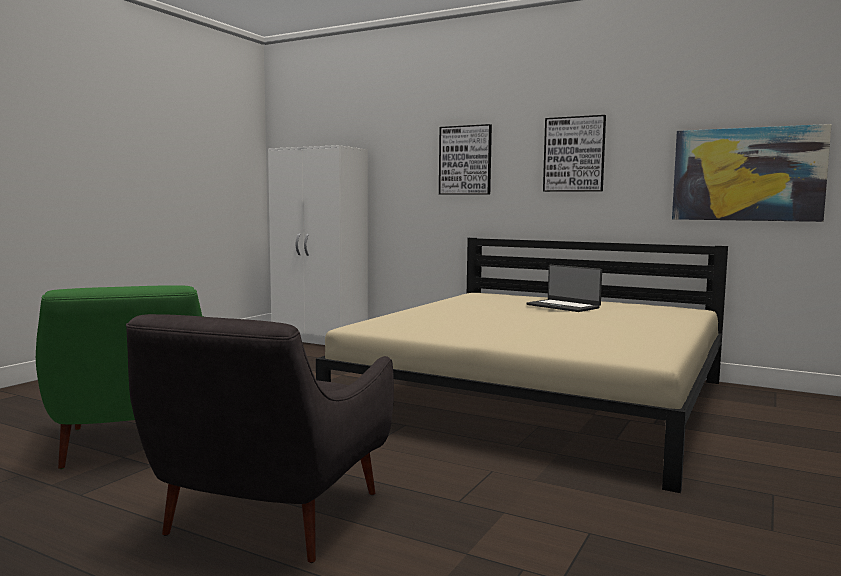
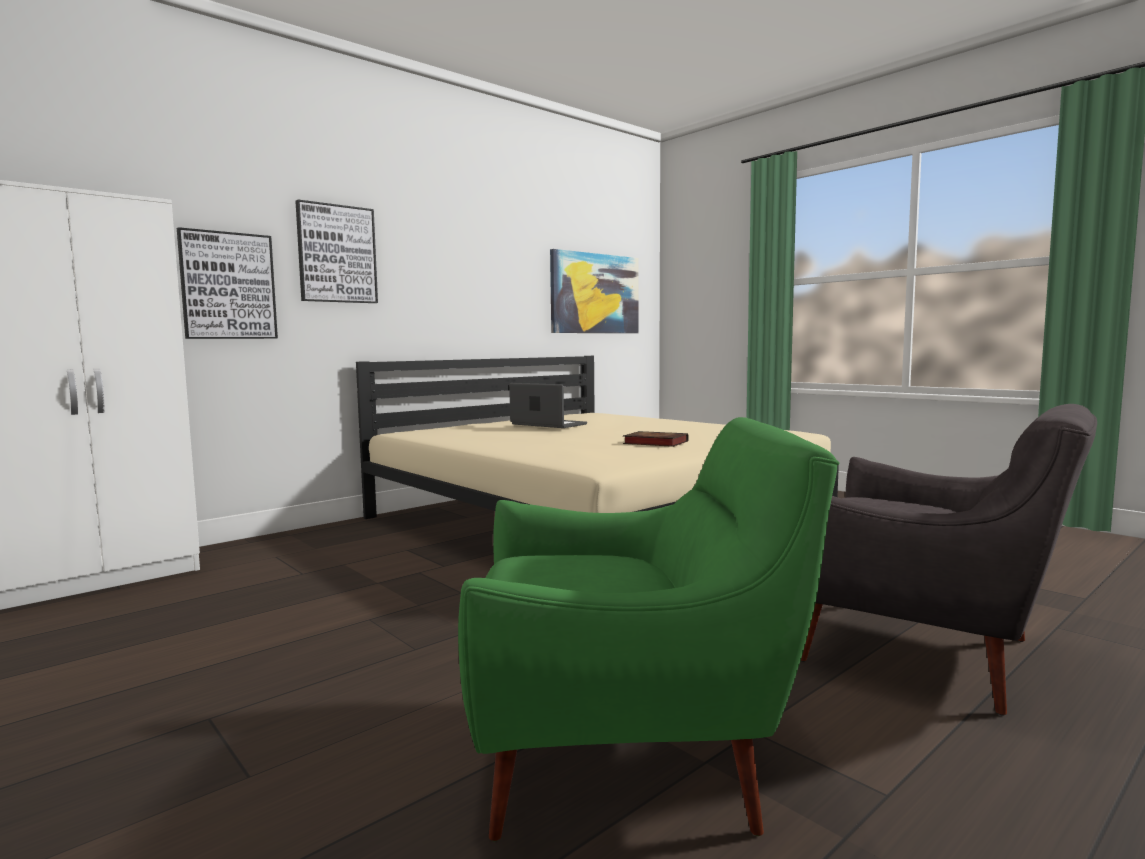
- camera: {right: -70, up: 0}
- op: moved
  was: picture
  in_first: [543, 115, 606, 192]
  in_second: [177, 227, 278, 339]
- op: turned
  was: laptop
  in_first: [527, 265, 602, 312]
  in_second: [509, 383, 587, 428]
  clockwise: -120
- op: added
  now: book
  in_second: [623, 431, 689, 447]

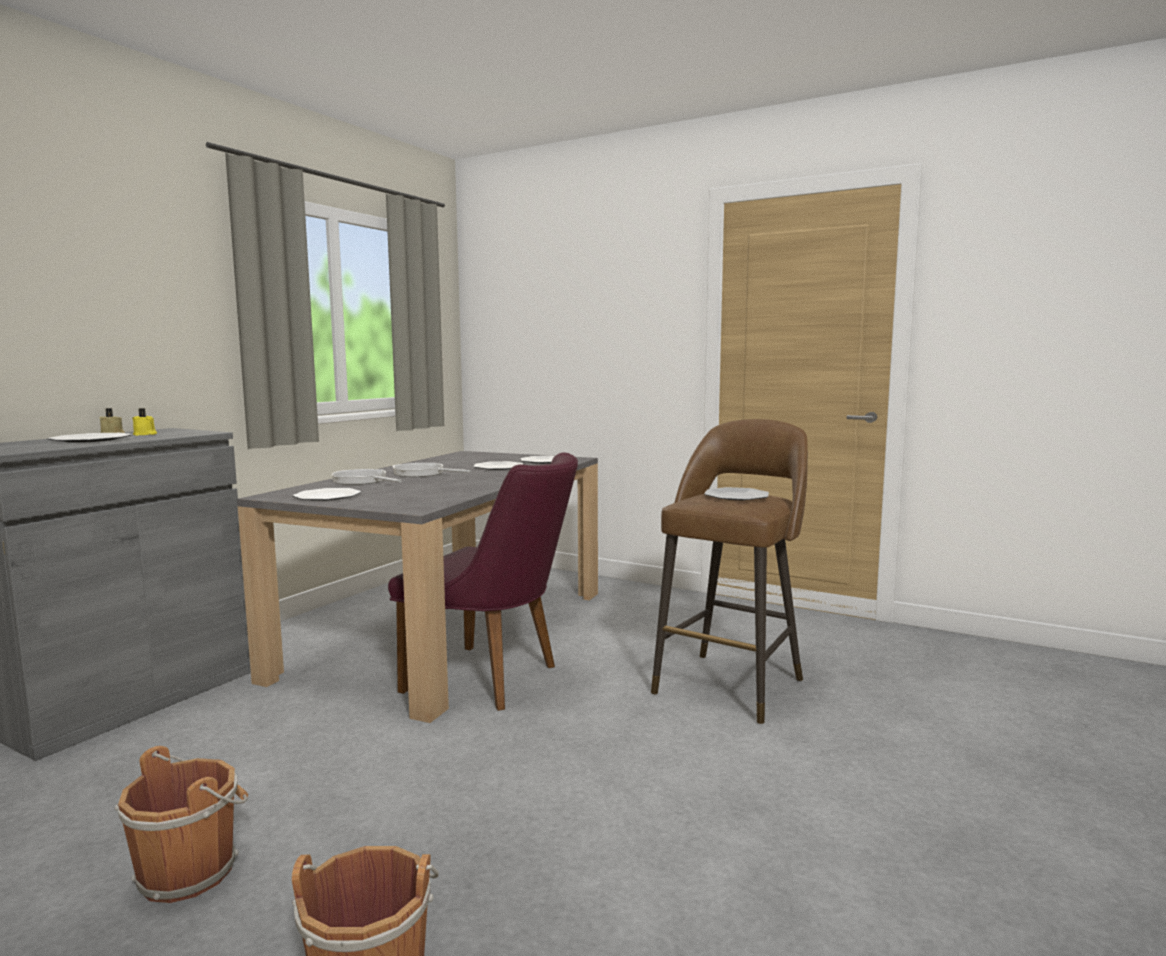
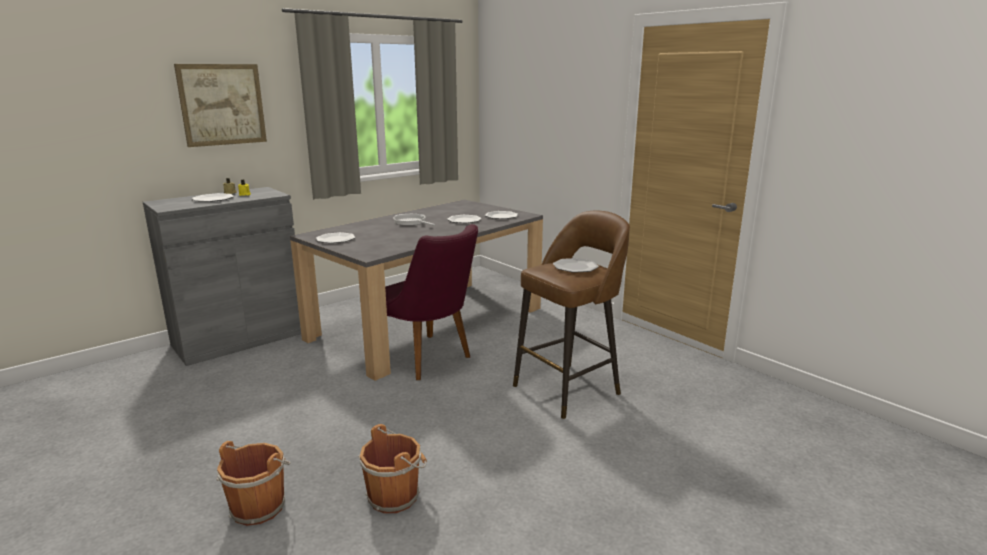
- camera: {right: 20, up: 10}
- op: added
  now: picture
  in_second: [174, 64, 267, 147]
- op: moved
  was: bucket (brown)
  in_first: [115, 746, 248, 903]
  in_second: [358, 424, 427, 514]
- op: removed
  was: frying pan
  in_first: [332, 469, 401, 485]

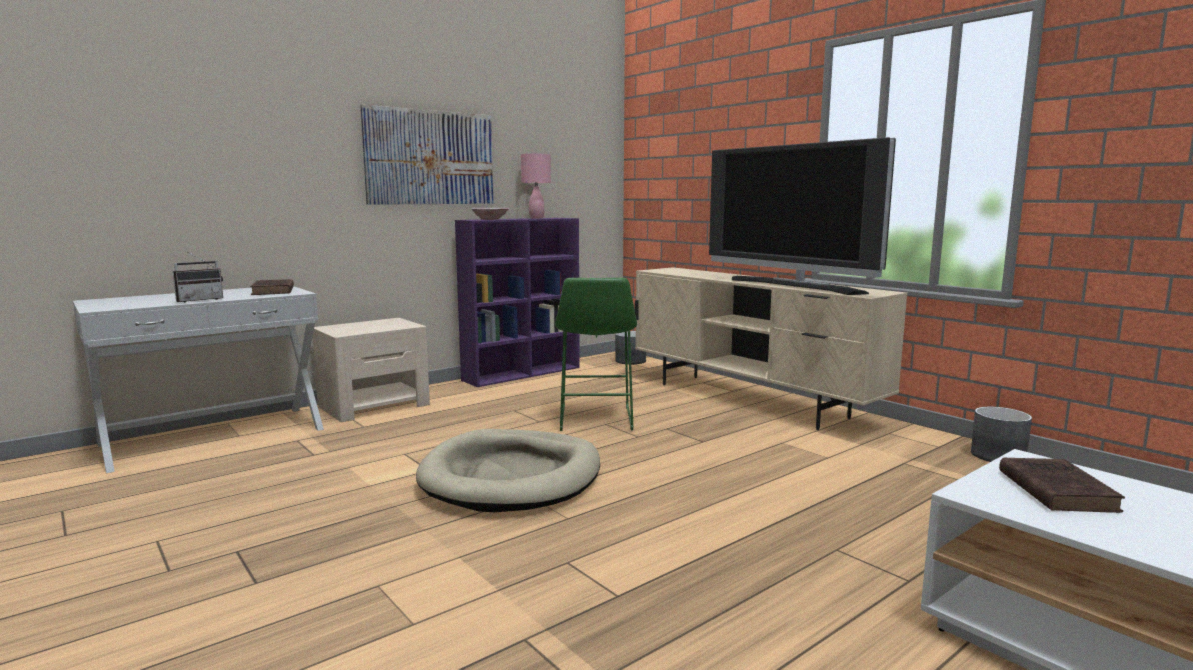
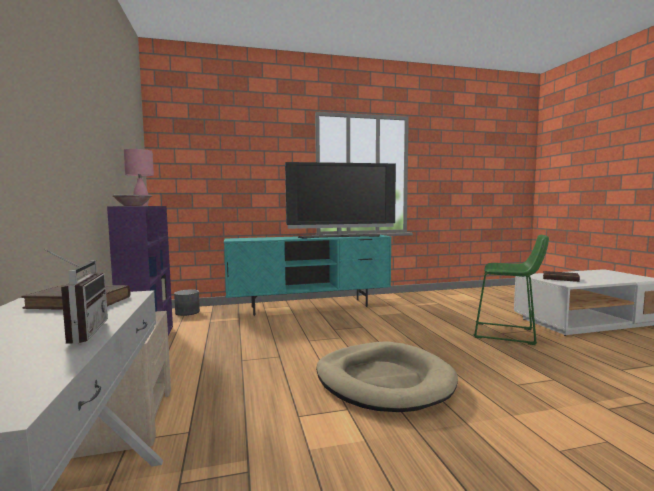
- camera: {right: -65, up: -5}
- op: recoloured
  was: tv stand (beige)
  now: tv stand (turquoise)
  in_first: [635, 267, 908, 430]
  in_second: [224, 235, 392, 316]
- op: moved
  was: stool (green)
  in_first: [555, 278, 637, 431]
  in_second: [474, 235, 549, 345]
- op: removed
  was: picture
  in_first: [360, 105, 493, 205]
- op: removed
  was: planter (grey)
  in_first: [971, 407, 1032, 462]

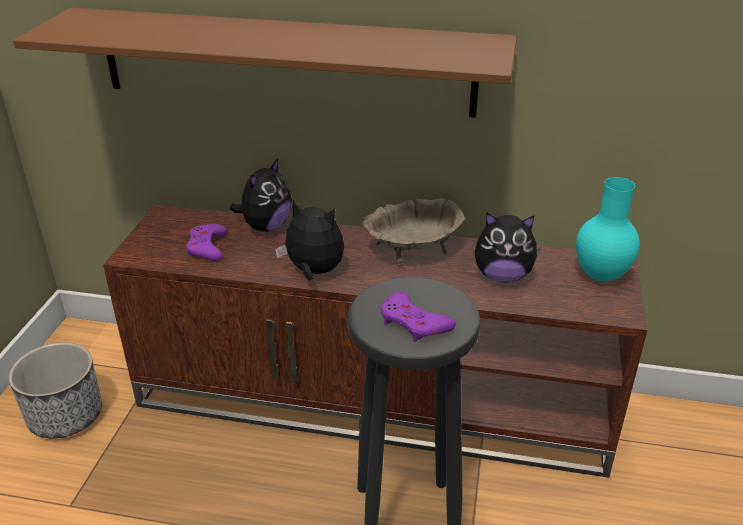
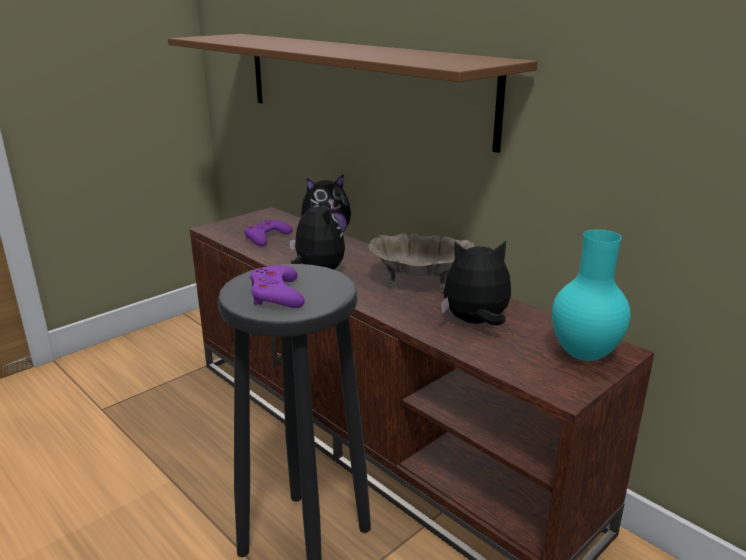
- camera: {right: 35, up: -10}
- op: turned
  was: plush toy
  in_first: [475, 213, 541, 283]
  in_second: [441, 241, 511, 326]
  clockwise: 135
- op: removed
  was: planter
  in_first: [8, 342, 102, 439]

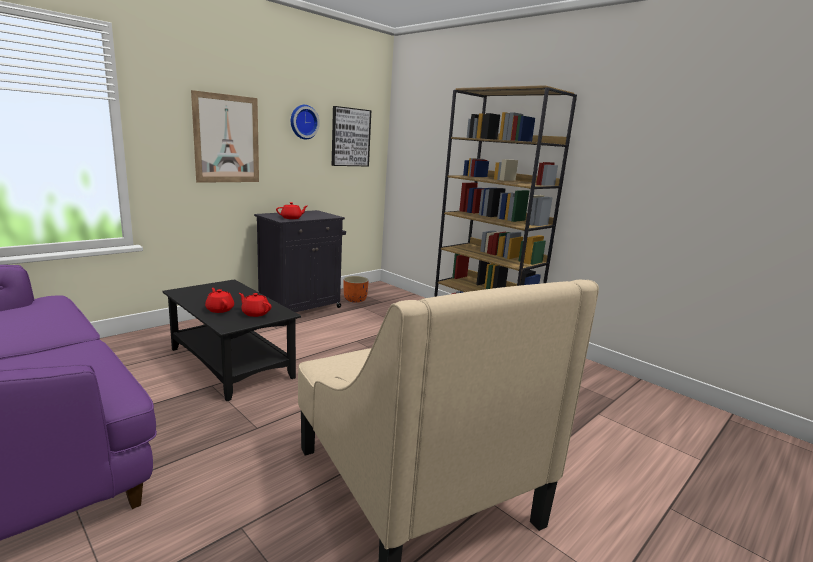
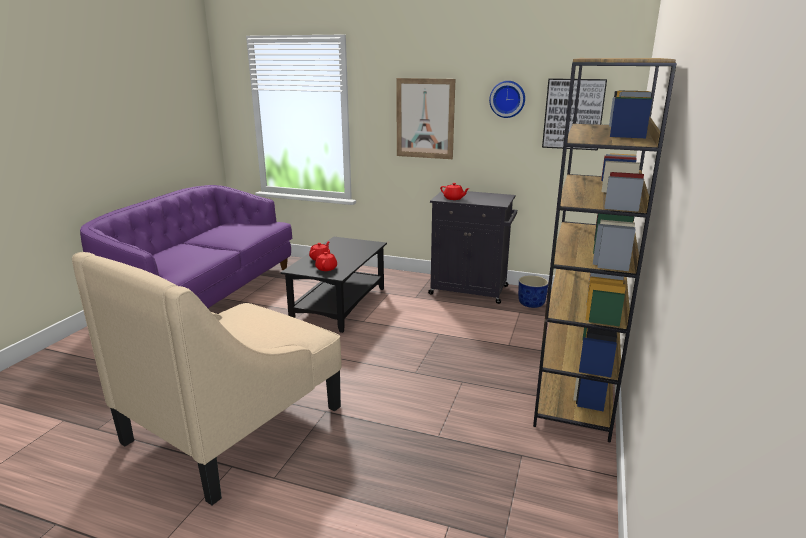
- camera: {right: 65, up: 5}
- op: recoloured
  was: planter (orange)
  now: planter (blue)
  in_first: [344, 276, 369, 303]
  in_second: [518, 275, 549, 308]

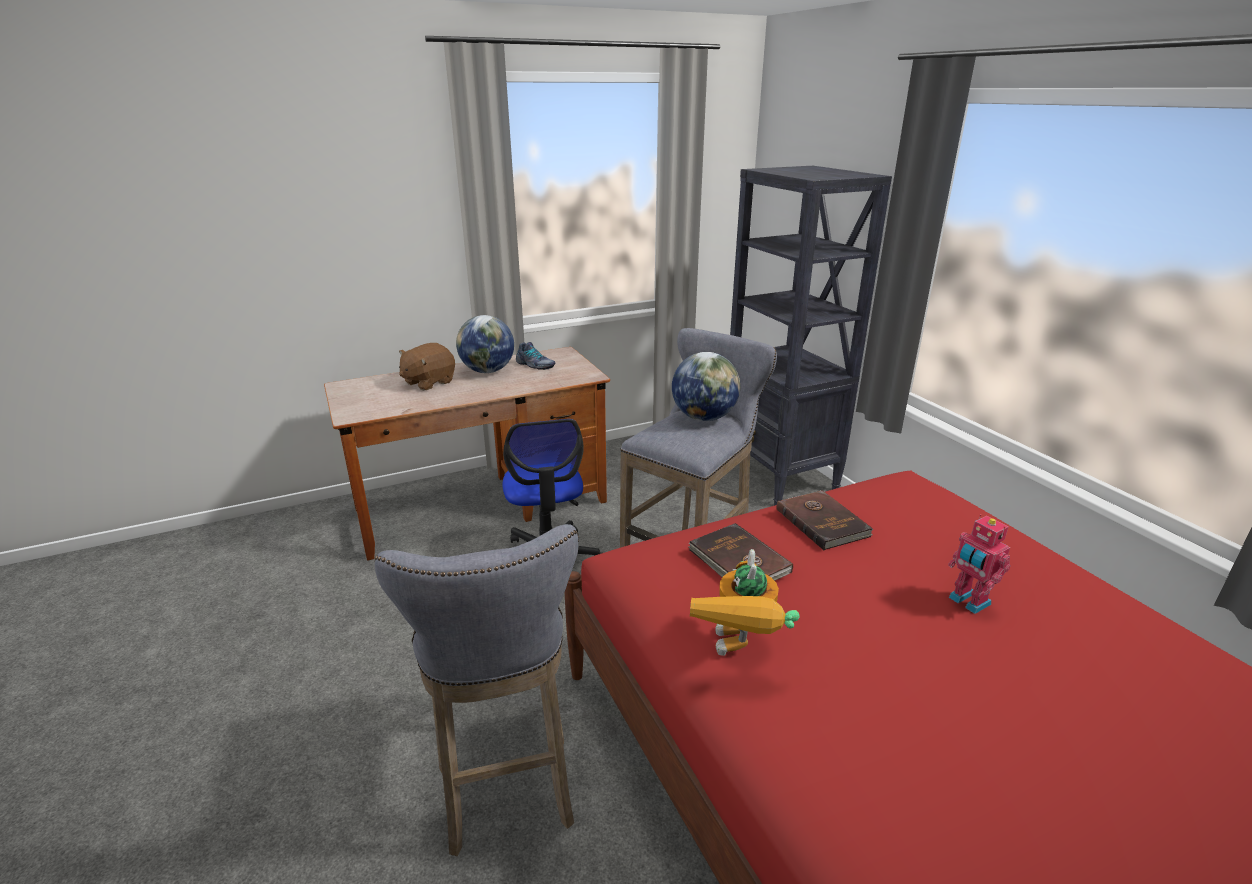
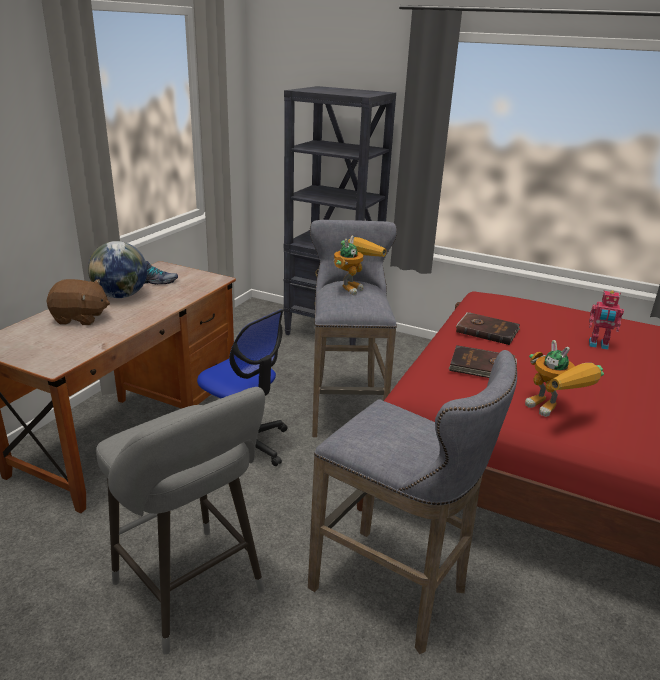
- camera: {right: -40, up: 0}
- op: turned
  was: plush toy (brown)
  in_first: [399, 343, 455, 391]
  in_second: [47, 279, 110, 325]
  clockwise: -90
- op: added
  now: stool (grey)
  in_second: [96, 387, 265, 655]
- op: replaced
  was: globe
  now: toy robot
  in_first: [672, 352, 740, 421]
  in_second: [333, 236, 387, 295]

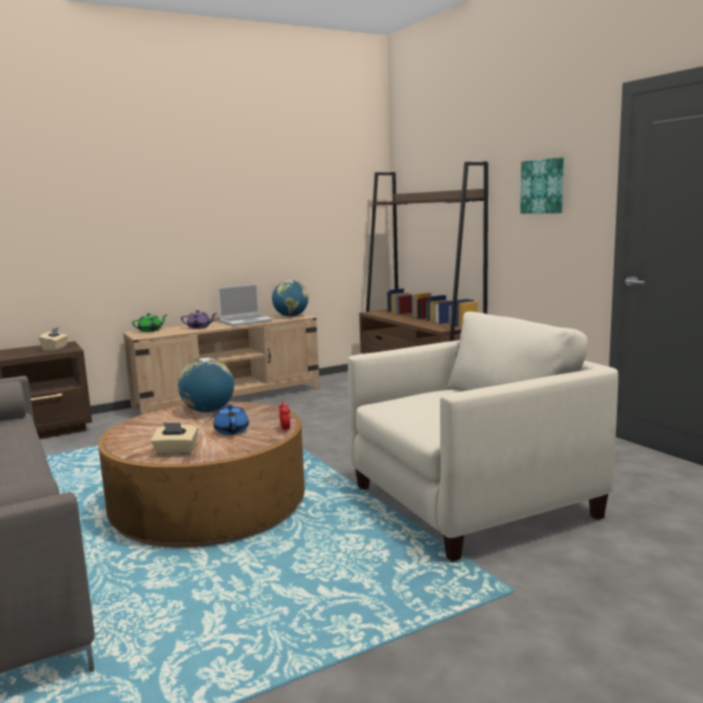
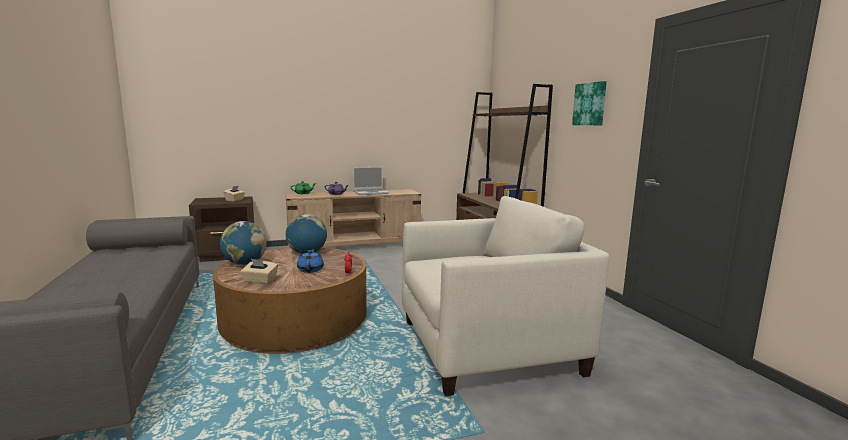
- camera: {right: 10, up: 0}
- op: moved
  was: globe
  in_first: [272, 280, 308, 317]
  in_second: [220, 221, 267, 265]

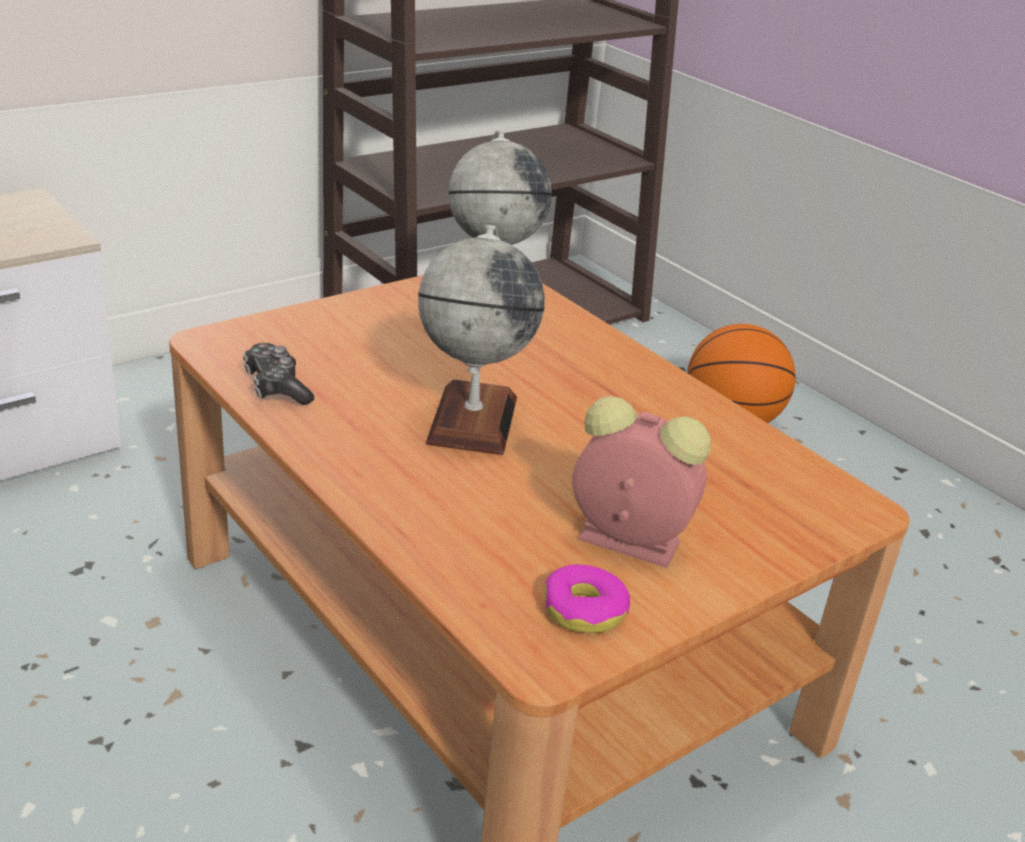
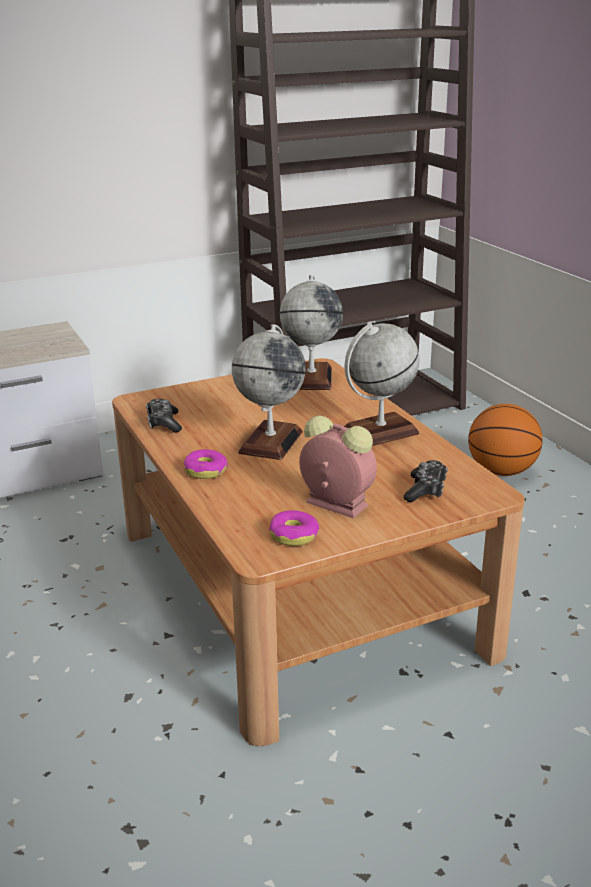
- camera: {right: 15, up: -5}
- op: added
  now: donut
  in_second: [184, 449, 228, 479]
- op: added
  now: globe
  in_second: [344, 323, 420, 446]
- op: added
  now: game controller
  in_second: [403, 460, 448, 502]

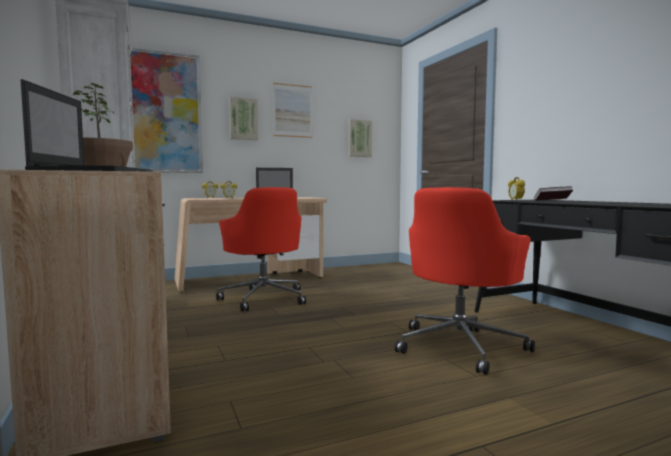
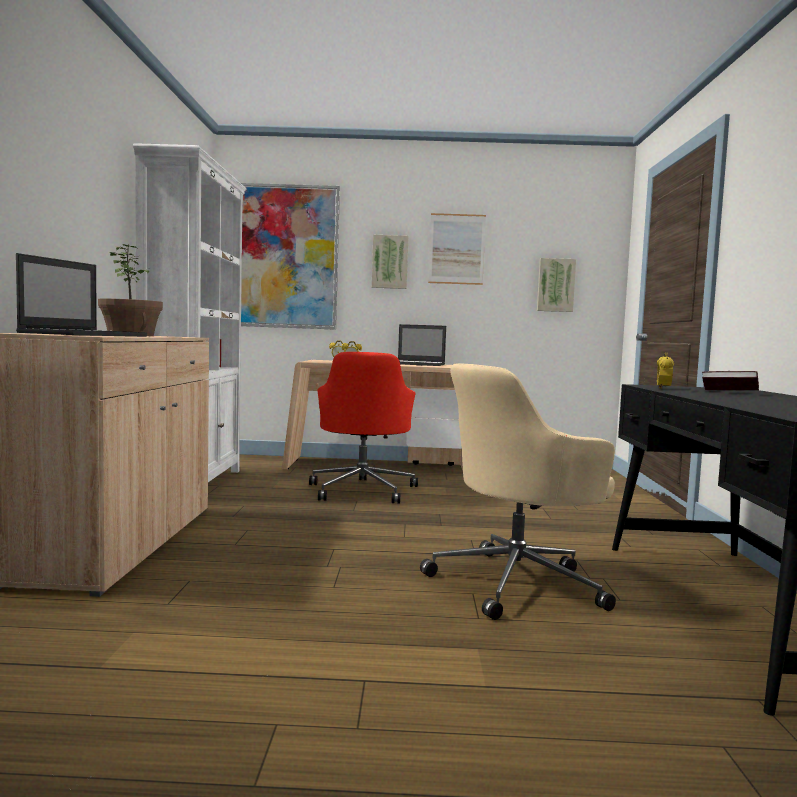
- camera: {right: 25, up: 0}
- op: recoloured
  was: office chair (red)
  now: office chair (beige)
  in_first: [395, 187, 535, 375]
  in_second: [420, 363, 616, 620]

